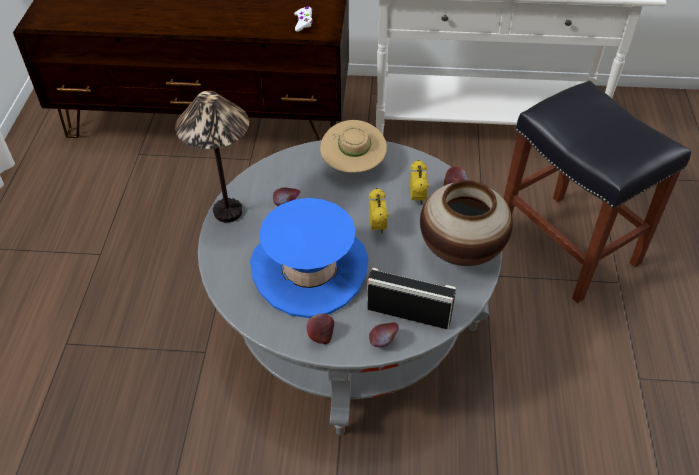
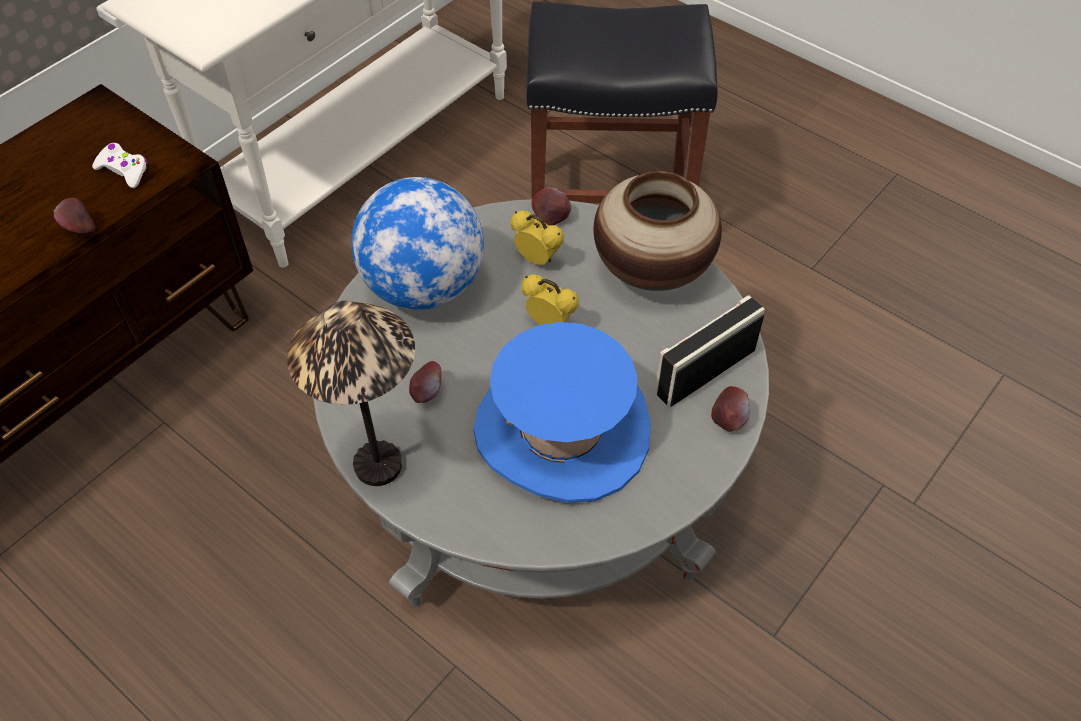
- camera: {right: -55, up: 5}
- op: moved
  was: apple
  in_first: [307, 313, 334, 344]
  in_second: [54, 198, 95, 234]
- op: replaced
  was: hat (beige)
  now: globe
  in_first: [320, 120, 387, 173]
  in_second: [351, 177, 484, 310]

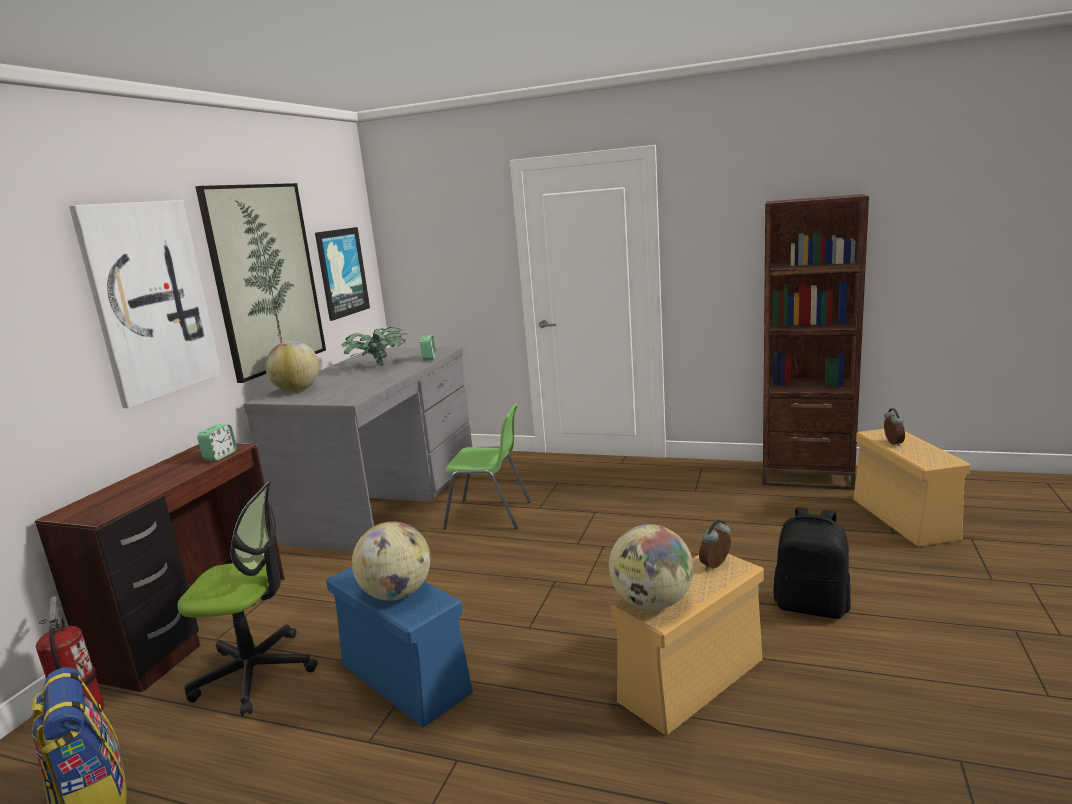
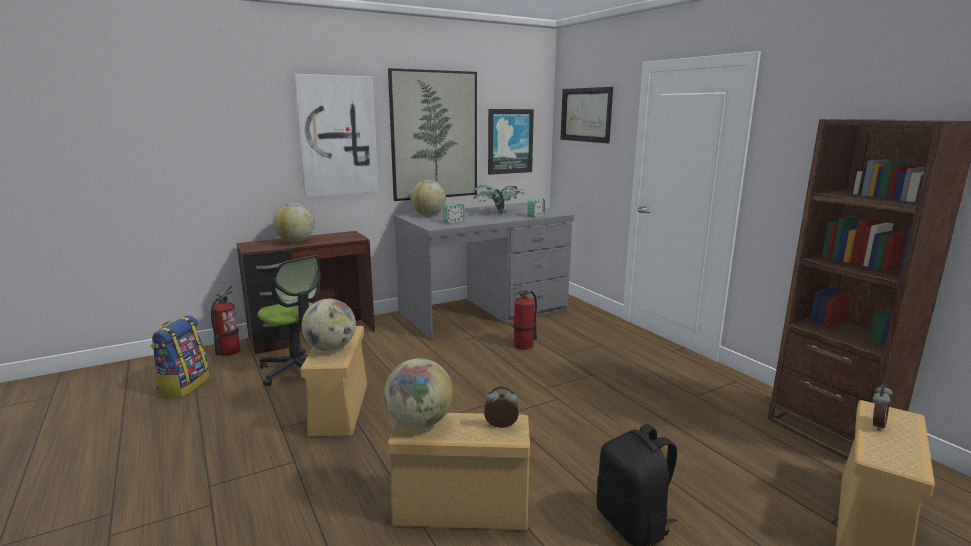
- camera: {right: 40, up: 0}
- op: added
  now: globe
  in_second: [273, 203, 315, 243]
- op: recoloured
  was: storage box (blue)
  now: storage box (beige)
  in_first: [326, 567, 473, 727]
  in_second: [300, 326, 367, 437]
- op: moved
  was: alarm clock
  in_first: [197, 424, 237, 461]
  in_second: [443, 203, 465, 223]
- op: replaced
  was: chair (green)
  now: fire extinguisher
  in_first: [443, 404, 531, 529]
  in_second: [512, 287, 537, 350]
- op: added
  now: picture
  in_second: [560, 87, 613, 143]

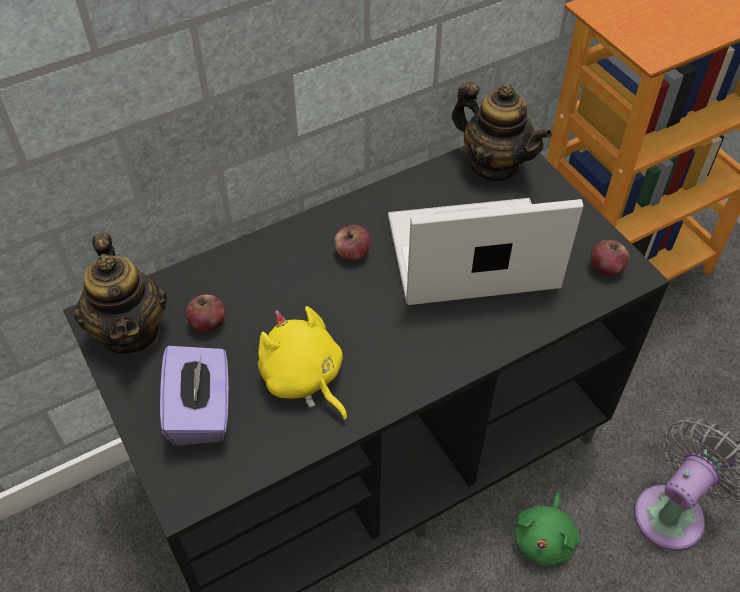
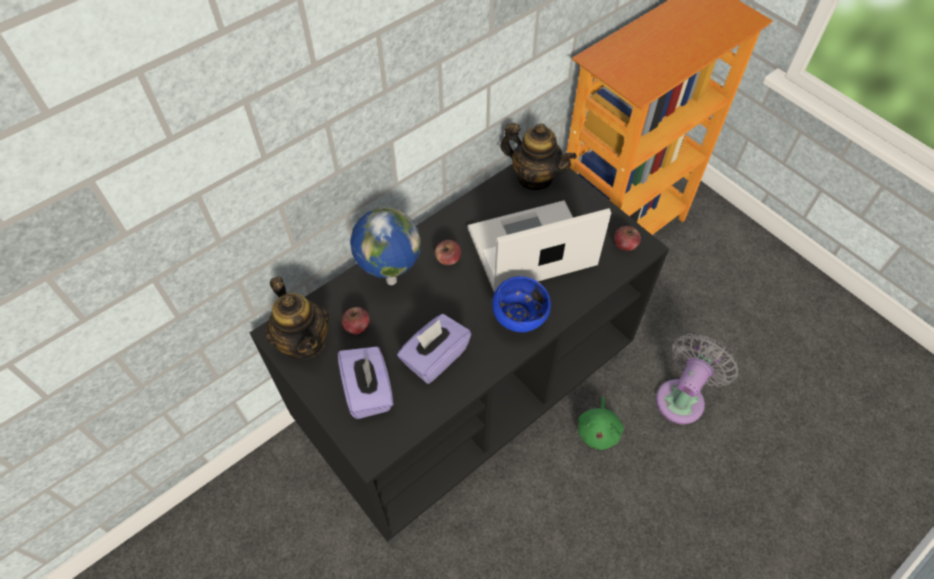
- camera: {right: -10, up: 5}
- op: added
  now: globe
  in_second: [350, 208, 421, 285]
- op: replaced
  was: plush toy (yellow)
  now: tissue box (purple)
  in_first: [258, 306, 347, 420]
  in_second: [397, 314, 471, 384]
- op: added
  now: bowl (blue)
  in_second: [492, 276, 551, 332]

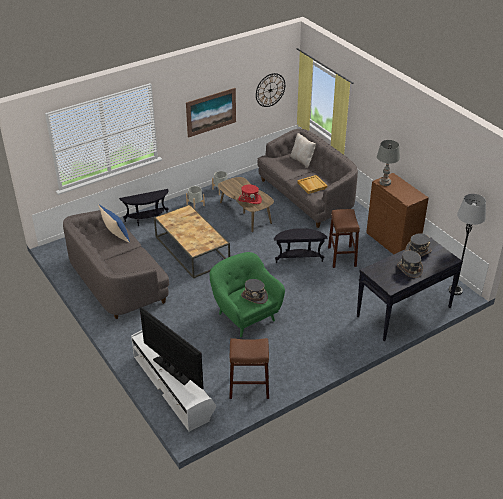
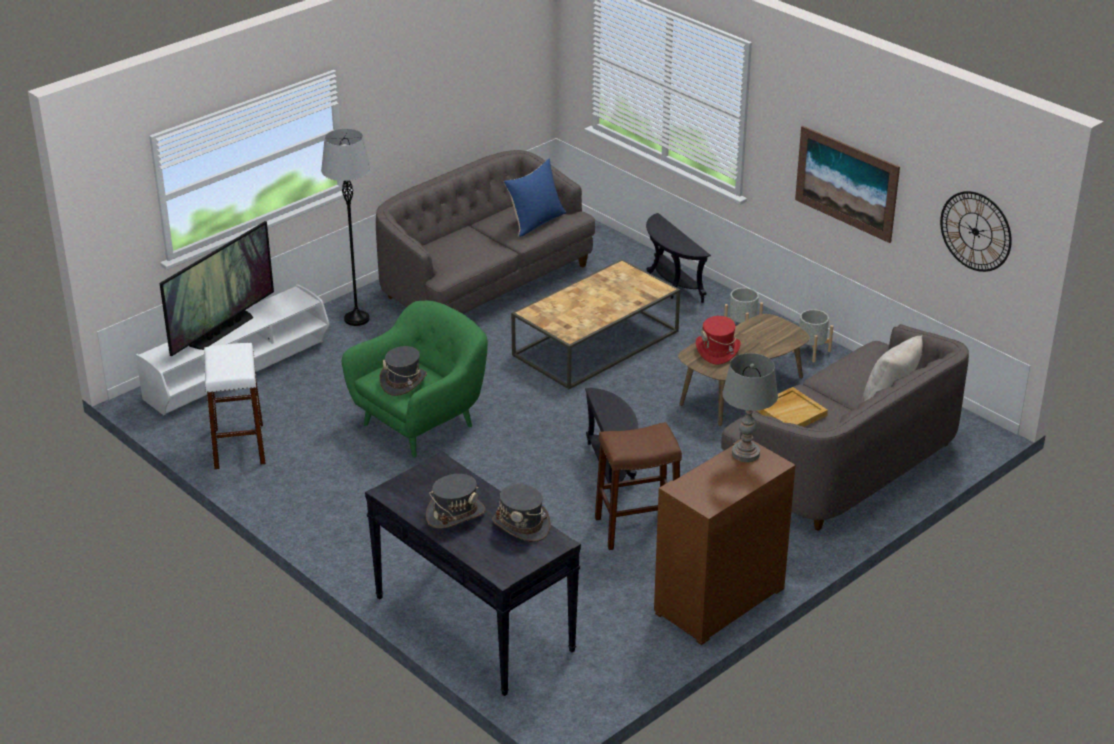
- camera: {right: 80, up: -5}
- op: recoloured
  was: stool (brown)
  now: stool (white)
  in_first: [229, 338, 269, 399]
  in_second: [204, 343, 266, 470]
- op: moved
  was: floor lamp (grey)
  in_first: [448, 194, 486, 295]
  in_second: [321, 129, 371, 326]

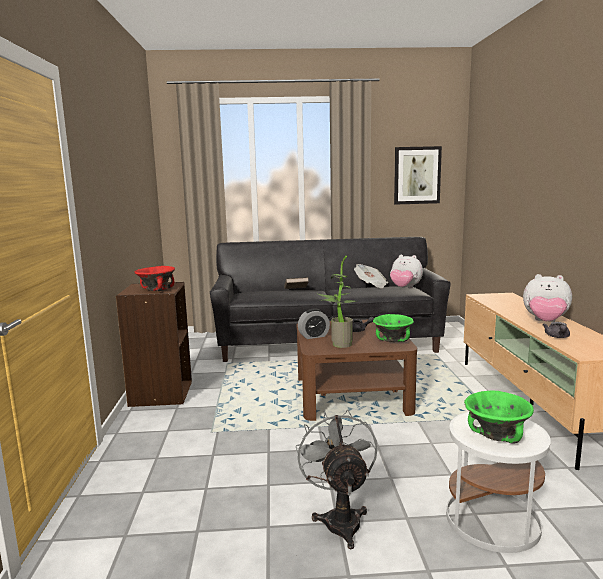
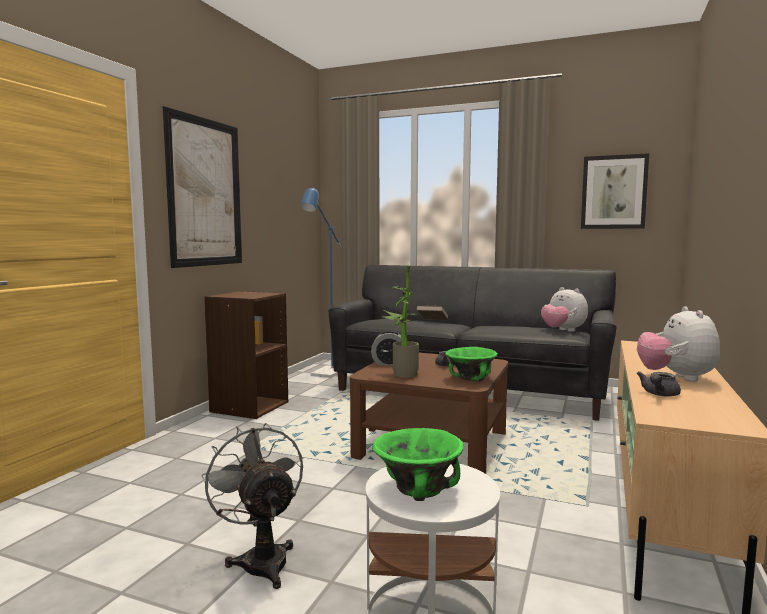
- camera: {right: 25, up: -5}
- op: added
  now: picture
  in_second: [163, 106, 242, 268]
- op: turned
  was: fan (grey)
  in_first: [296, 410, 378, 549]
  in_second: [201, 423, 303, 589]
  clockwise: -45
- op: added
  now: floor lamp (blue)
  in_second: [300, 187, 342, 378]
- op: turned
  was: plush toy
  in_first: [523, 274, 572, 322]
  in_second: [637, 306, 720, 382]
  clockwise: 45
- op: removed
  was: bowl (red)
  in_first: [134, 266, 175, 291]
- op: removed
  was: newspaper
  in_first: [354, 264, 388, 288]

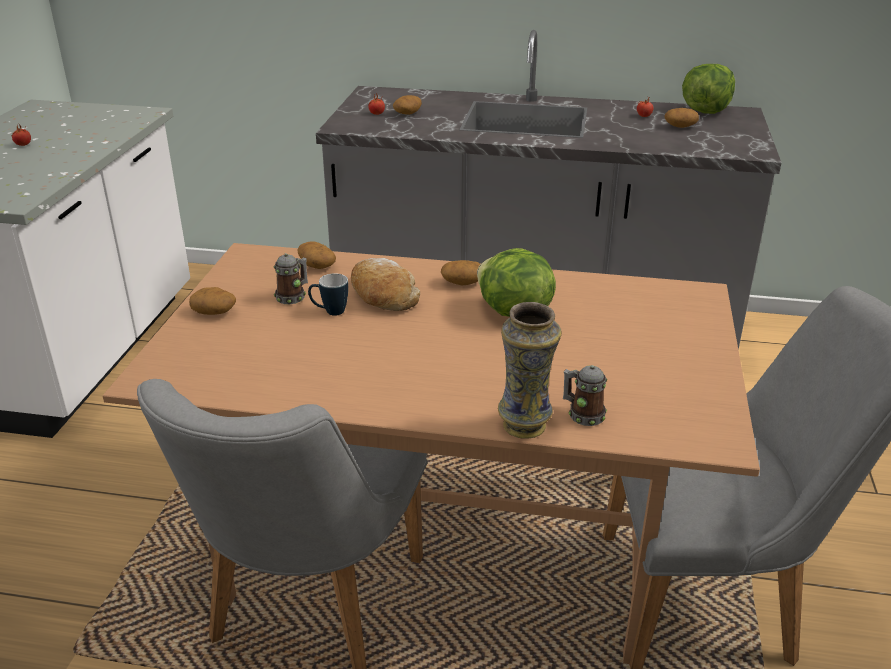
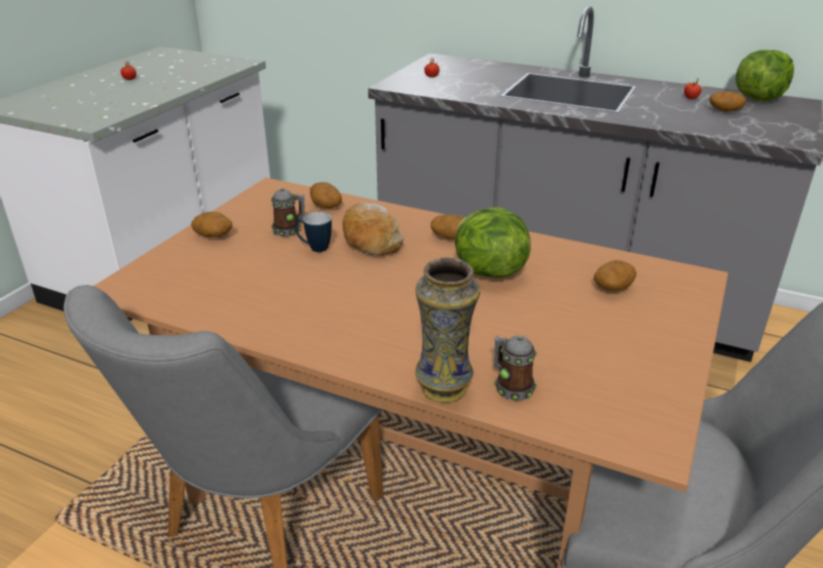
- camera: {right: 15, up: 0}
- op: moved
  was: potato
  in_first: [393, 95, 422, 115]
  in_second: [594, 260, 636, 291]

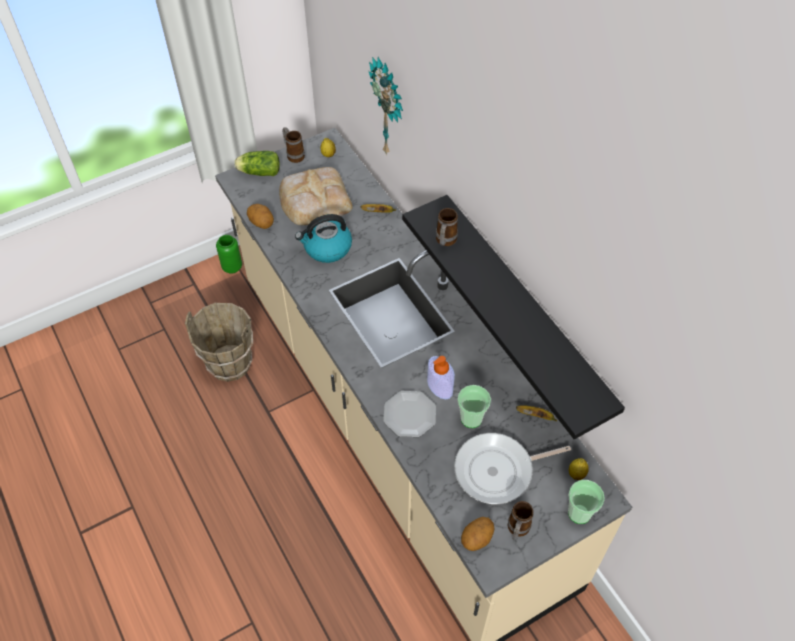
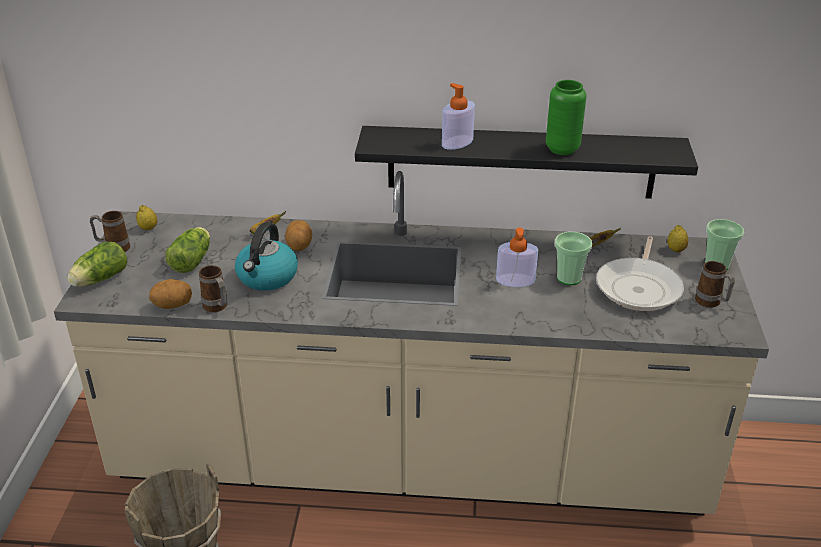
- camera: {right: -55, up: -20}
- op: replaced
  was: bread
  now: lettuce
  in_first: [279, 167, 353, 225]
  in_second: [165, 227, 210, 273]
- op: moved
  was: mug
  in_first: [436, 208, 458, 246]
  in_second: [199, 265, 228, 312]
- op: moved
  was: potato
  in_first: [461, 517, 495, 551]
  in_second: [285, 220, 312, 251]
- op: added
  now: soap dispenser
  in_second: [442, 83, 475, 150]
- op: moved
  was: vase (green)
  in_first: [216, 235, 242, 274]
  in_second: [546, 80, 587, 155]
- op: removed
  was: wall clock
  in_first: [369, 57, 403, 156]
- op: removed
  was: plate
  in_first: [383, 391, 436, 437]

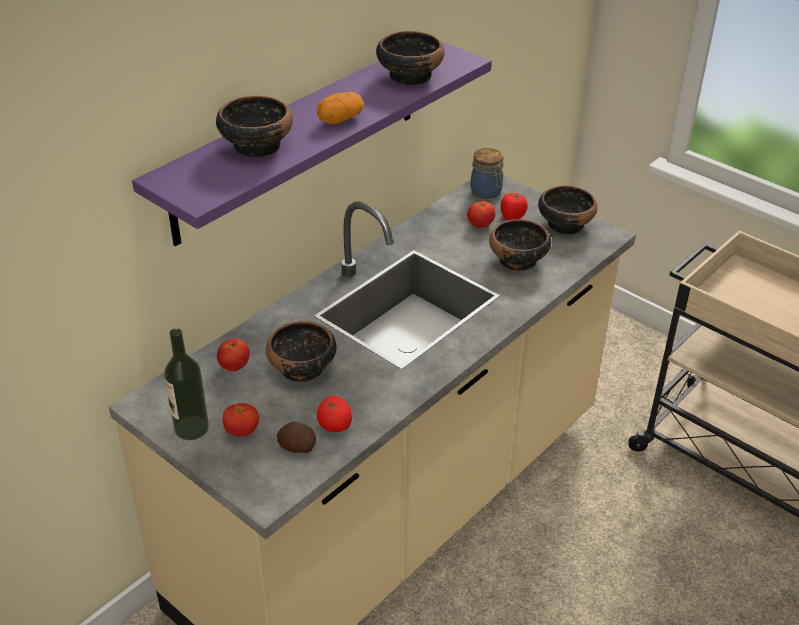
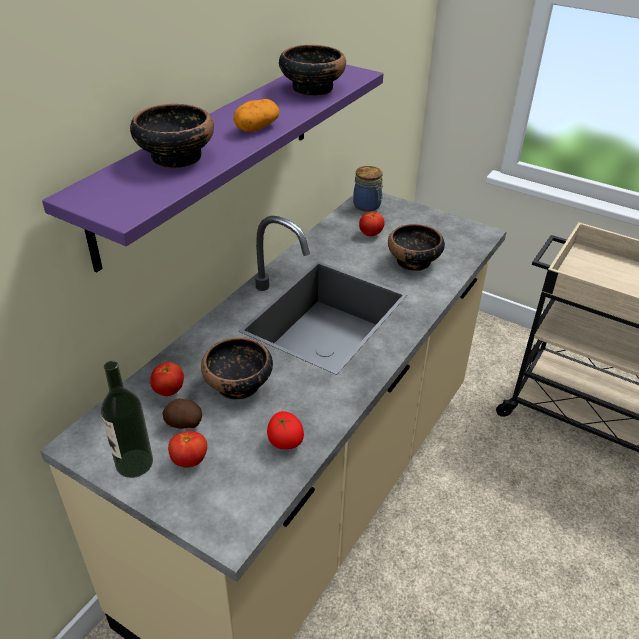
- camera: {right: -10, up: 0}
- op: moved
  was: potato
  in_first: [277, 422, 316, 453]
  in_second: [162, 398, 202, 429]
- op: removed
  was: tomato
  in_first: [501, 193, 528, 220]
- op: removed
  was: bowl
  in_first: [538, 185, 598, 235]

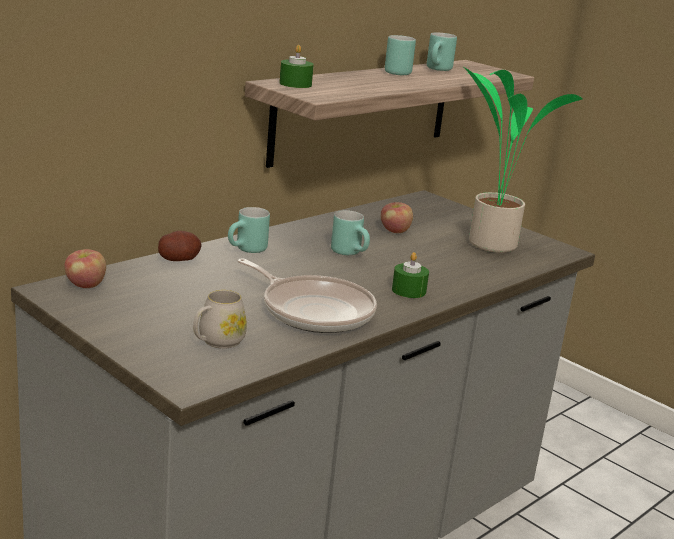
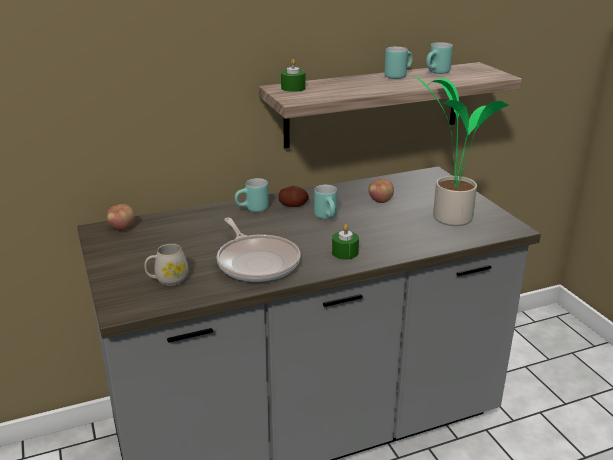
- camera: {right: 25, up: 5}
- op: moved
  was: potato
  in_first: [158, 231, 202, 261]
  in_second: [278, 186, 309, 207]

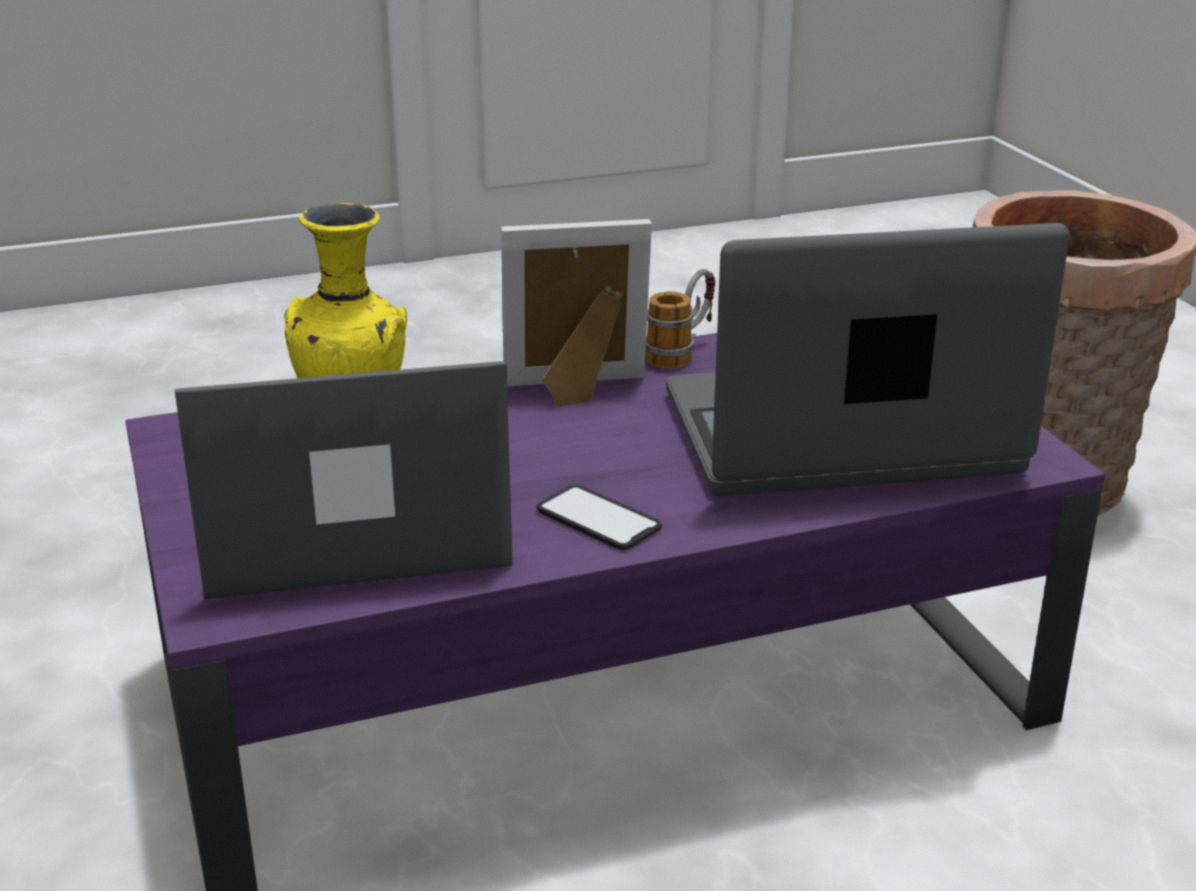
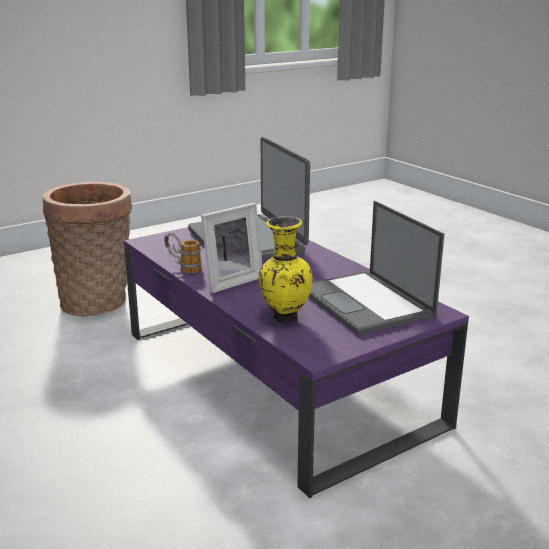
- camera: {right: -105, up: -5}
- op: turned
  was: picture frame
  in_first: [501, 219, 652, 407]
  in_second: [201, 203, 263, 293]
  clockwise: -105
- op: removed
  was: phone
  in_first: [536, 485, 662, 550]

